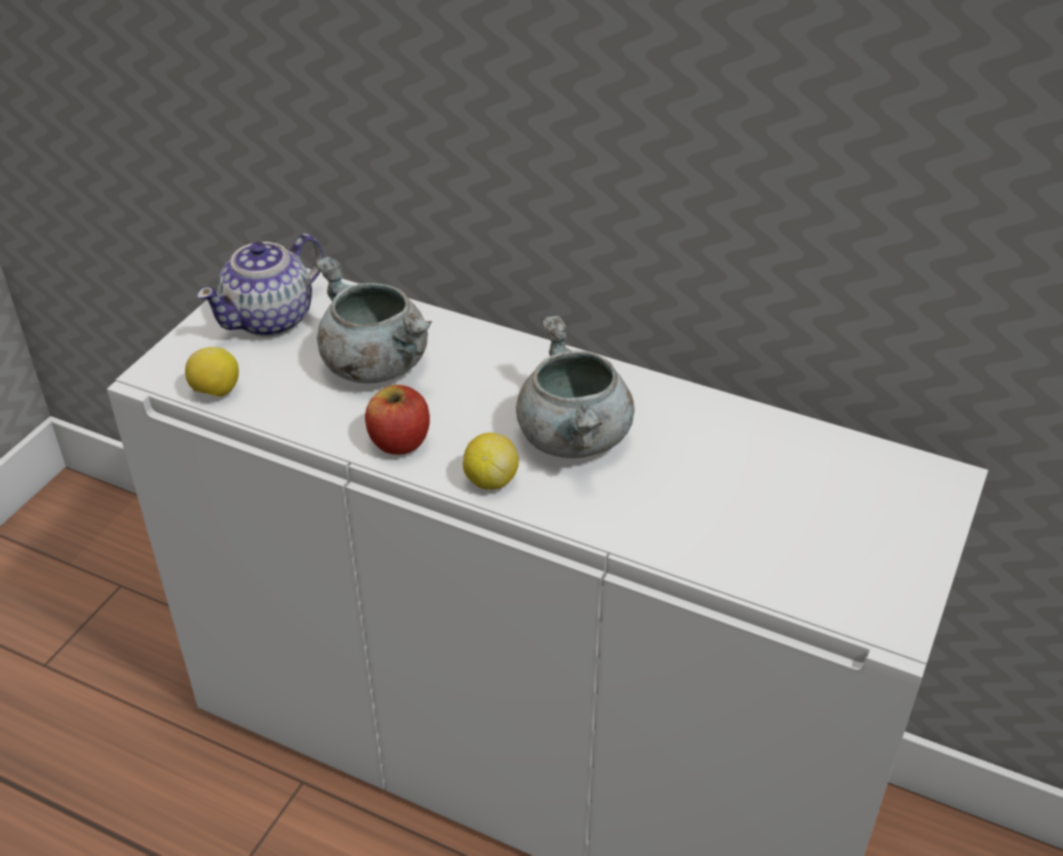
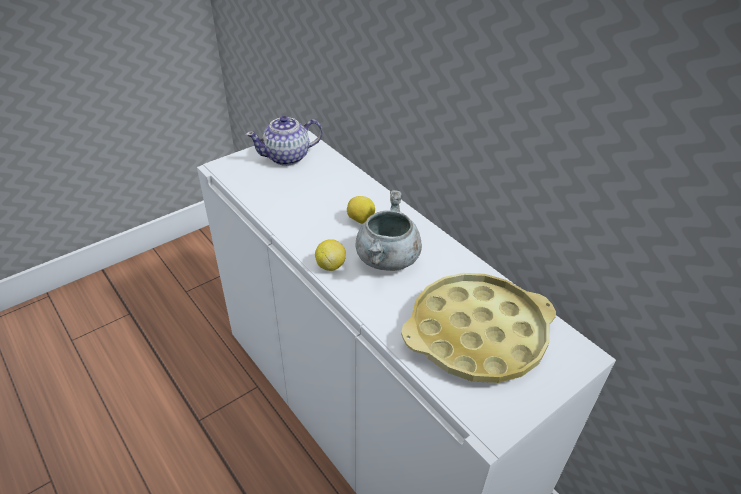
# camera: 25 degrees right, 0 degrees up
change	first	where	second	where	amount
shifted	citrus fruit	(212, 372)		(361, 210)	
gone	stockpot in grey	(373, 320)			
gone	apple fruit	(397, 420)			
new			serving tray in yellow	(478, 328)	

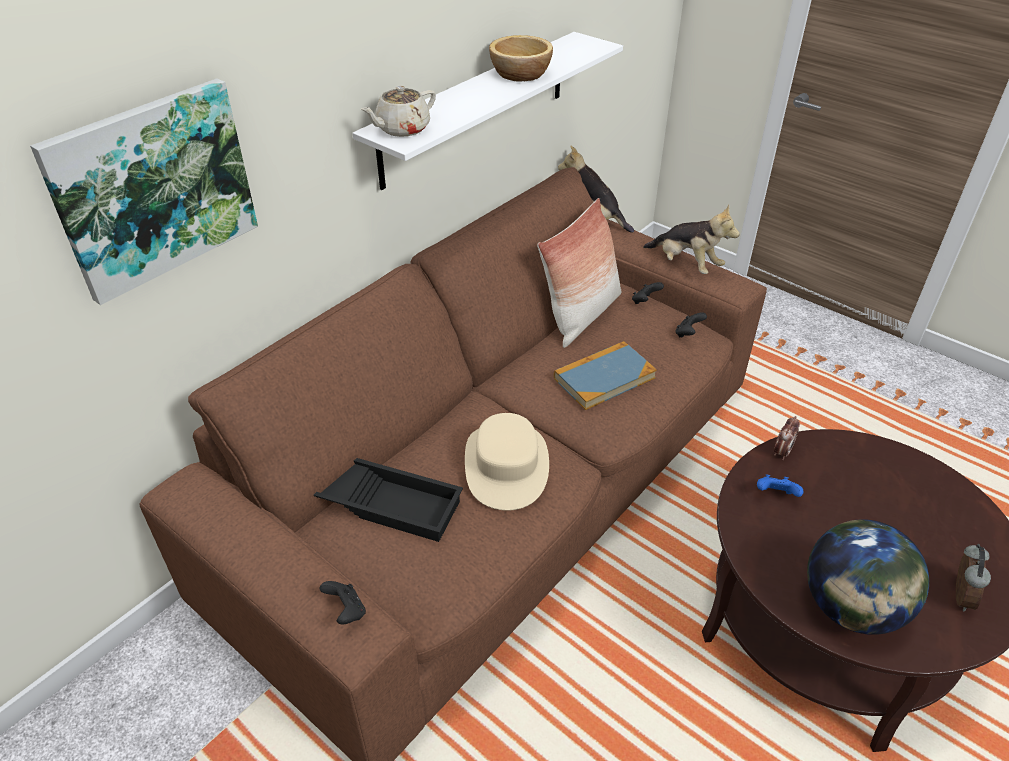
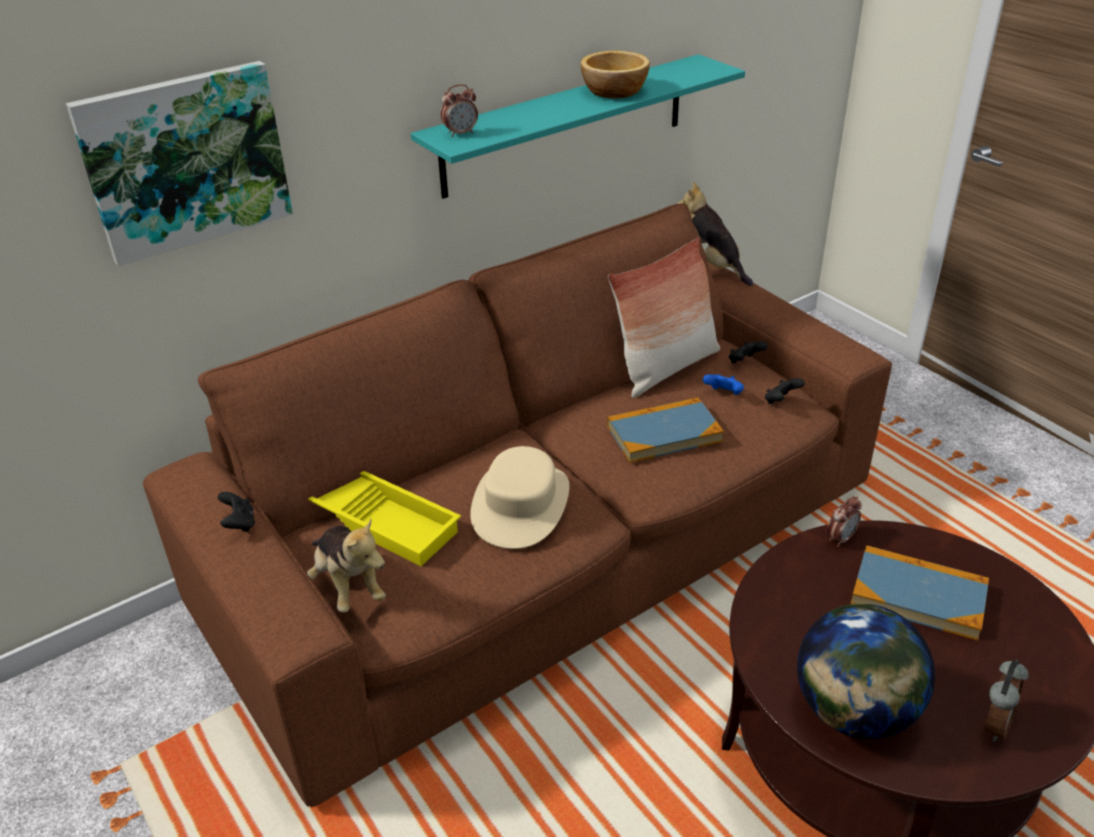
# camera: 15 degrees right, 5 degrees down
change	first	where	second	where	amount
repainted	serving tray in black-coloured	(388, 500)	serving tray in yellow	(384, 518)	
shifted	game controller in black-coloured	(343, 602)		(236, 512)	
repainted	bracket shelf in whitish	(487, 111)	bracket shelf in turquoise	(578, 126)	
swapped	pot for tea in sand-coloured	(398, 111)	alarm clock	(459, 110)	
shifted	plush toy	(691, 239)		(346, 565)	
shifted	game controller in bluish	(780, 486)		(723, 384)	
new			book	(920, 593)	

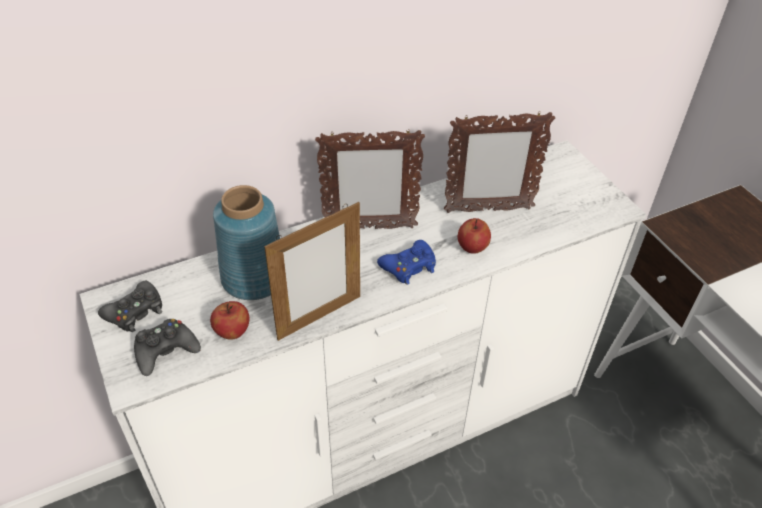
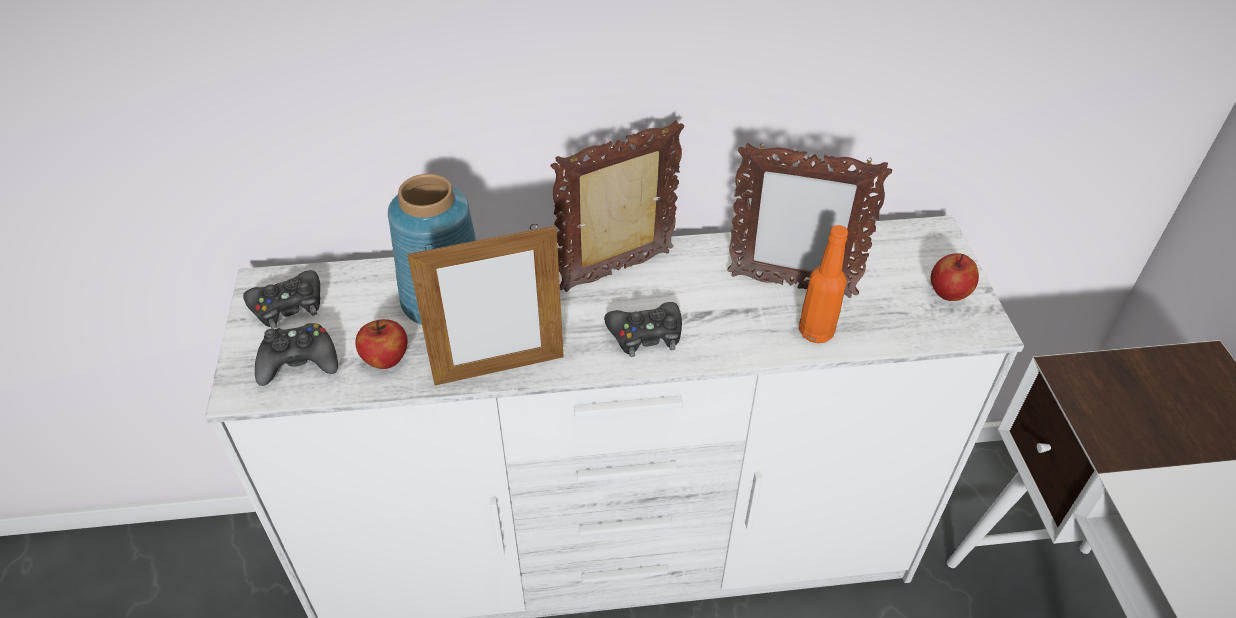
# camera: 20 degrees right, 0 degrees up
change	first	where	second	where	amount
rotated	picture frame	(370, 179)		(617, 206)	135 degrees clockwise
repainted	game controller in bluish	(406, 262)	game controller in black-coloured	(643, 329)	
shifted	apple fruit	(474, 236)		(955, 277)	
new			drink bottle in orange	(823, 284)	

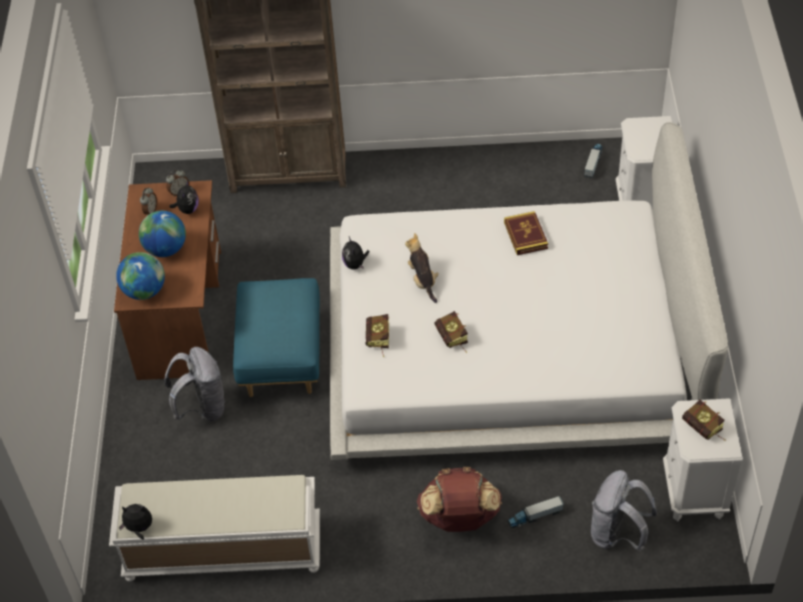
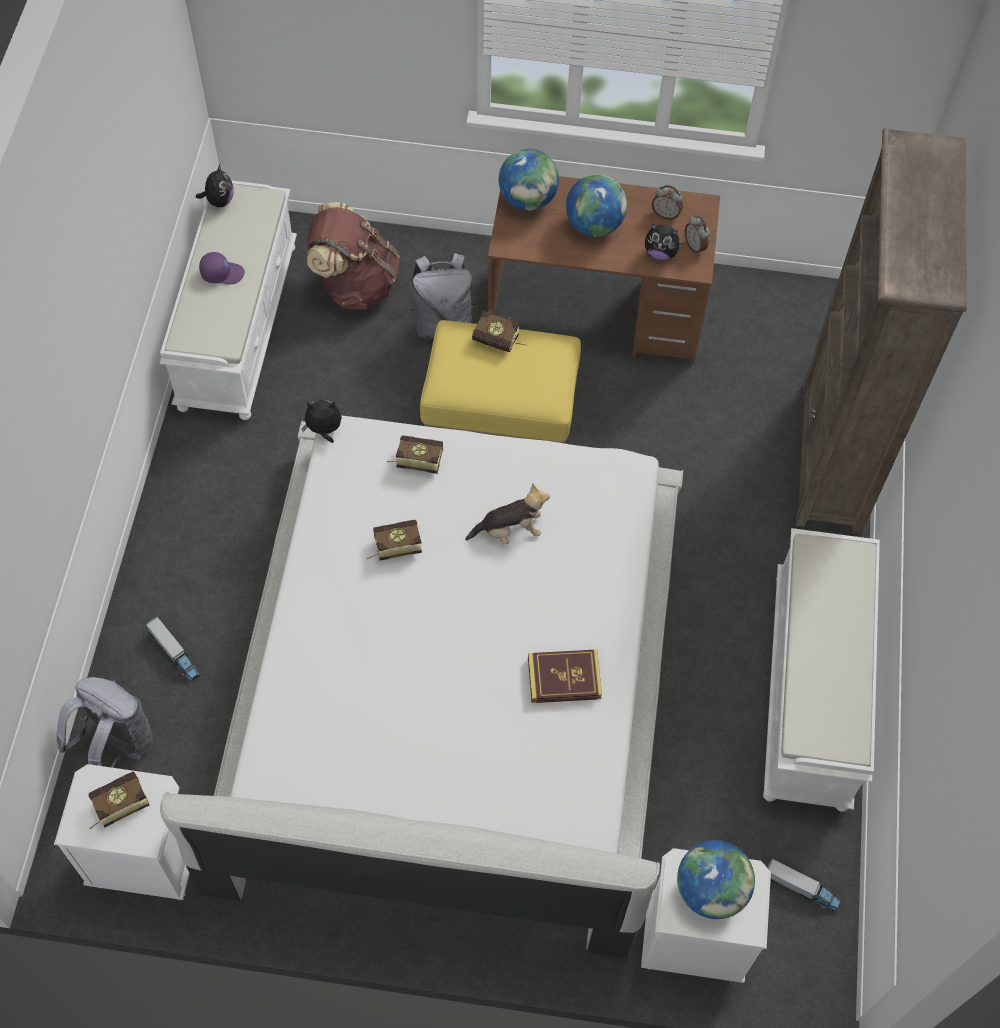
# camera: 95 degrees right, 10 degrees up
change	first	where	second	where	amount
repainted	ottoman in bluish	(276, 337)	ottoman in yellow	(500, 381)	
shifted	plush toy	(355, 253)		(322, 421)	
shifted	backpack in brown-coloured	(459, 499)		(353, 256)	
rotated	toy lorry	(535, 512)		(173, 649)	150 degrees clockwise
new			cap in purple	(222, 268)	
new			book	(499, 331)	
new			world globe	(716, 879)	
new			indoor bench in whitish	(821, 670)	

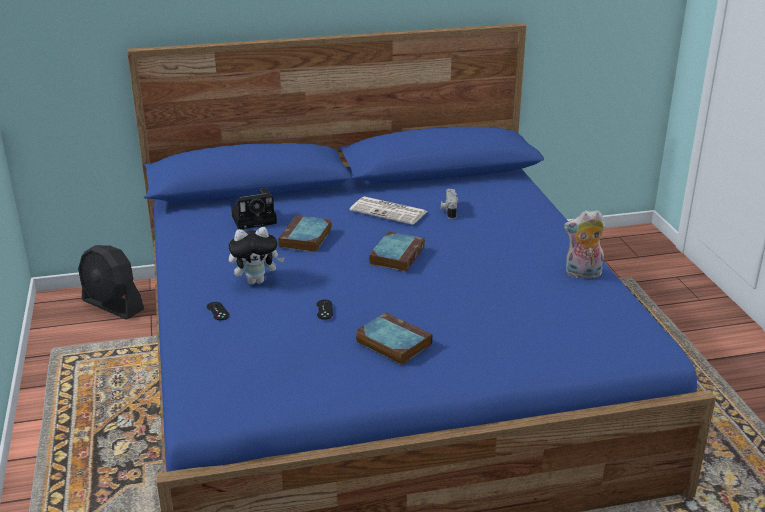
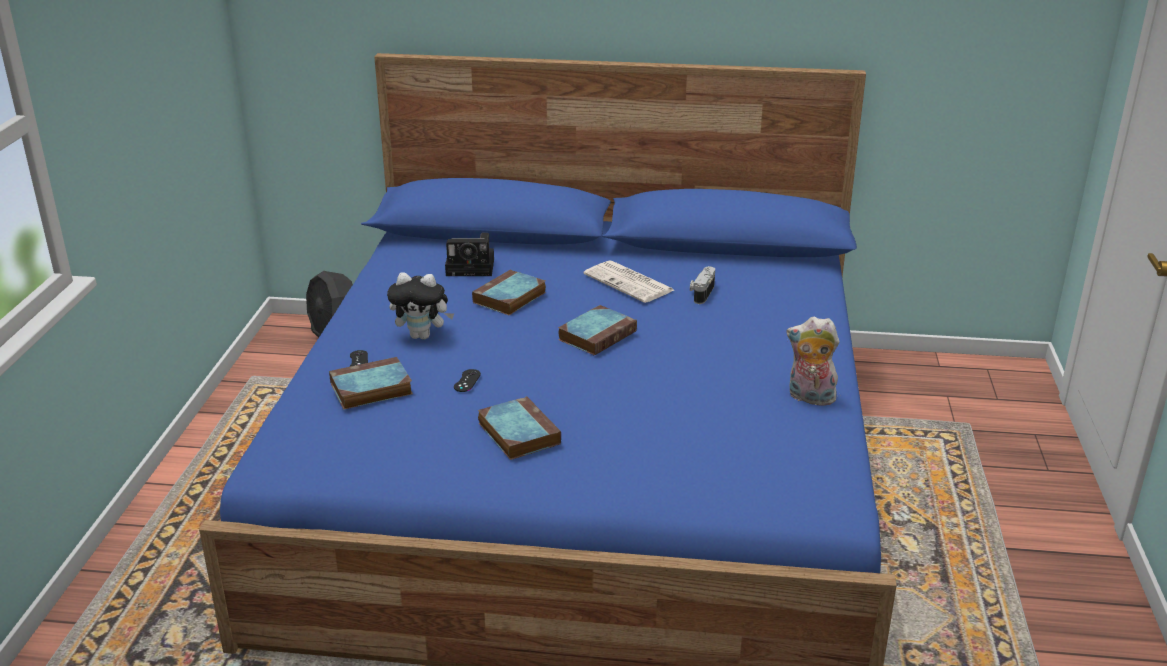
# camera: 20 degrees right, 0 degrees up
change	first	where	second	where	amount
new			book	(371, 383)	

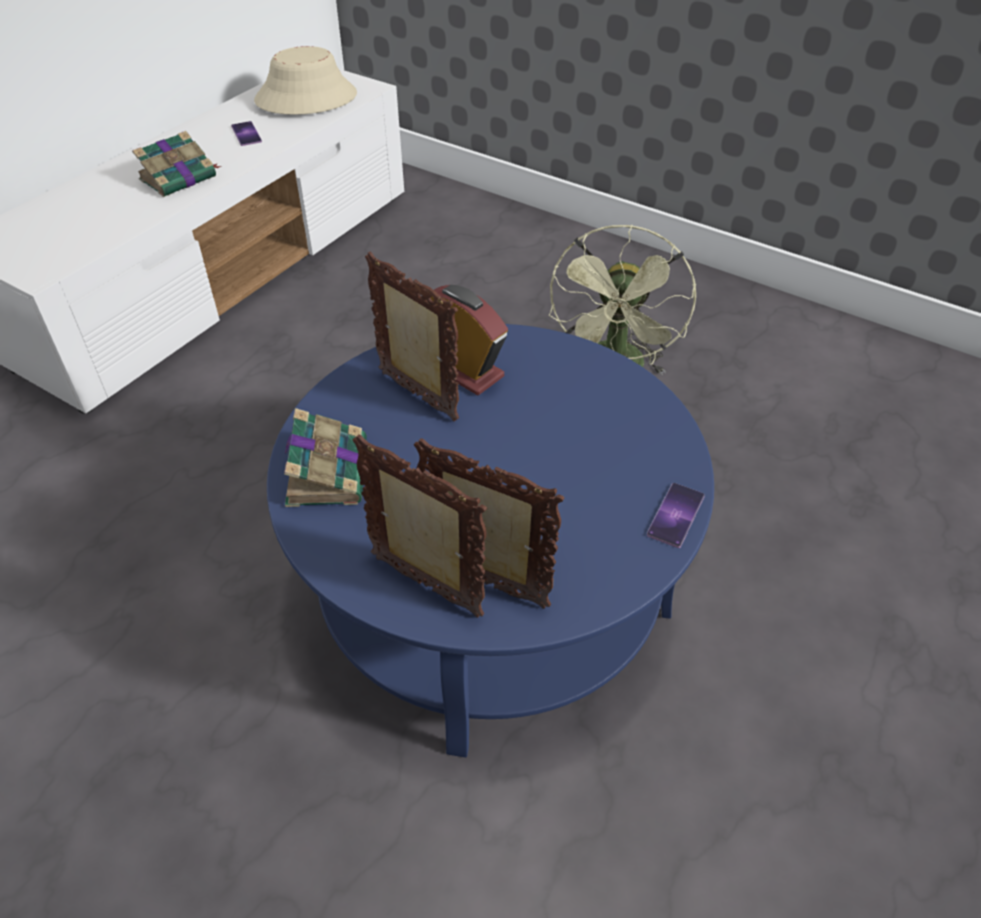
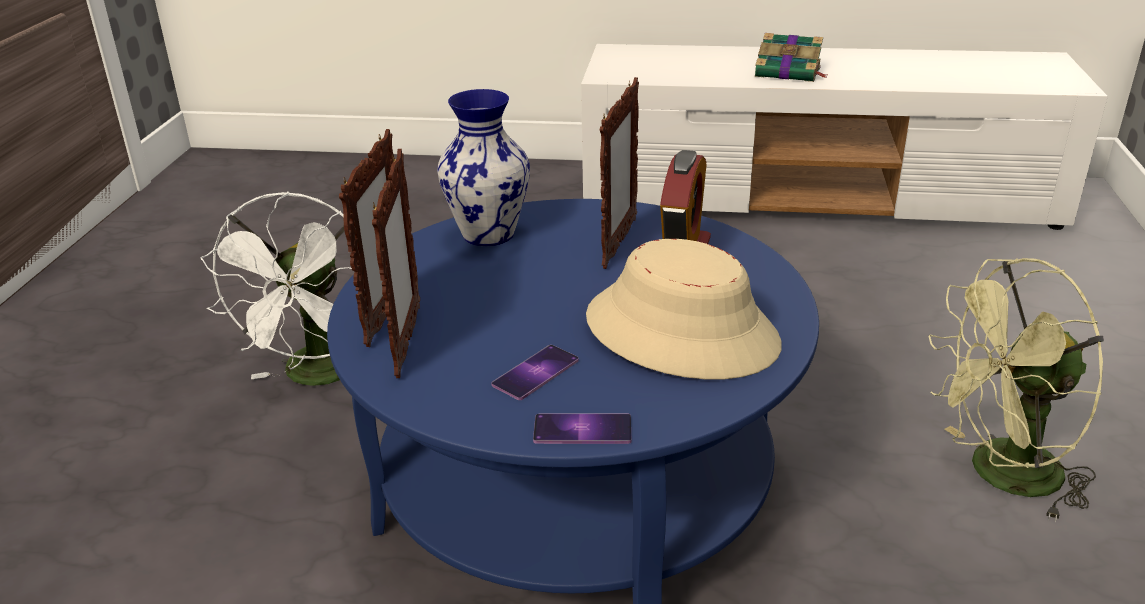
# camera: 65 degrees right, 15 degrees down
change	first	where	second	where	amount
shifted	handset	(246, 133)		(535, 372)	
shifted	wearable hat in sand-coloured	(305, 80)		(684, 309)	
swapped	book	(325, 457)	decorative vase	(483, 167)	
new			electric fan in whitish	(276, 288)	

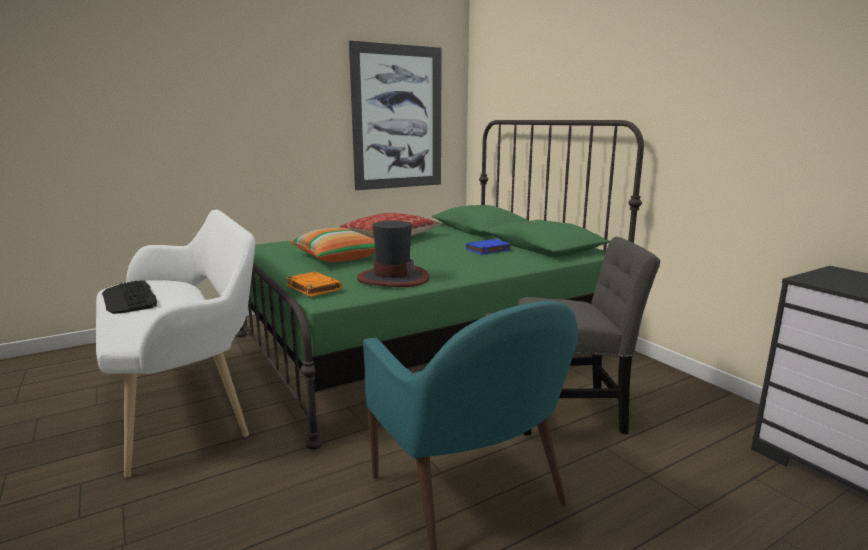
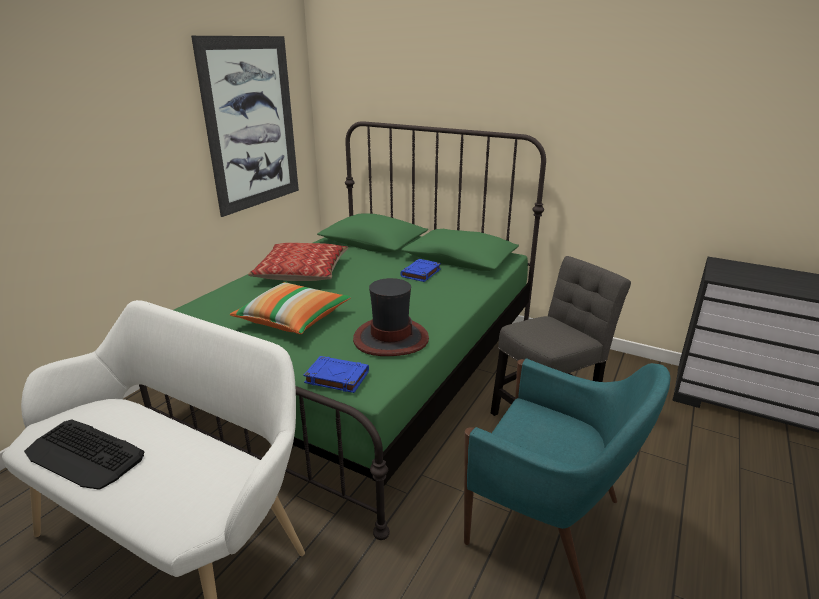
# camera: 30 degrees left, 10 degrees up
change	first	where	second	where	amount
repainted	book in orange	(314, 284)	book in bluish	(336, 374)	

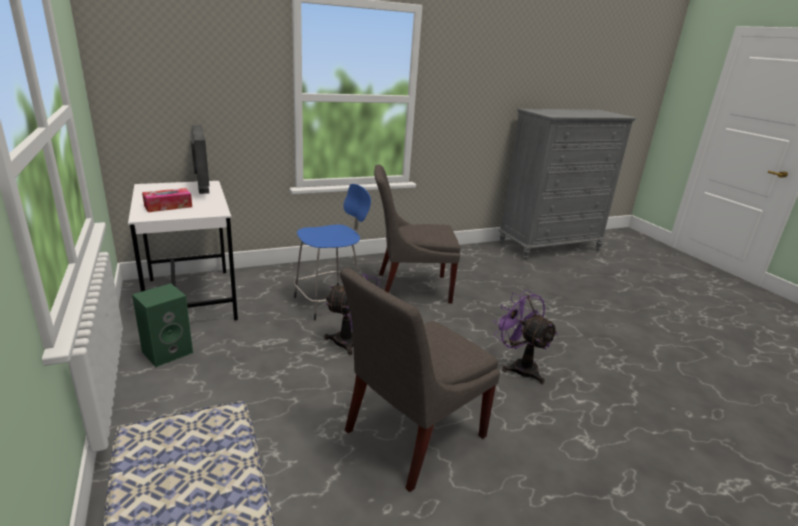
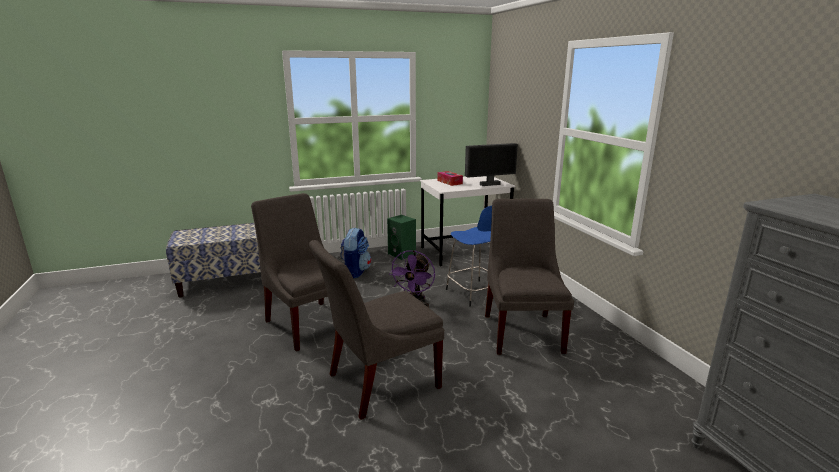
# camera: 95 degrees right, 5 degrees down
change	first	where	second	where	amount
swapped	electric fan in purple	(525, 337)	plain chair in grey	(376, 330)	
new			backpack	(355, 252)	

